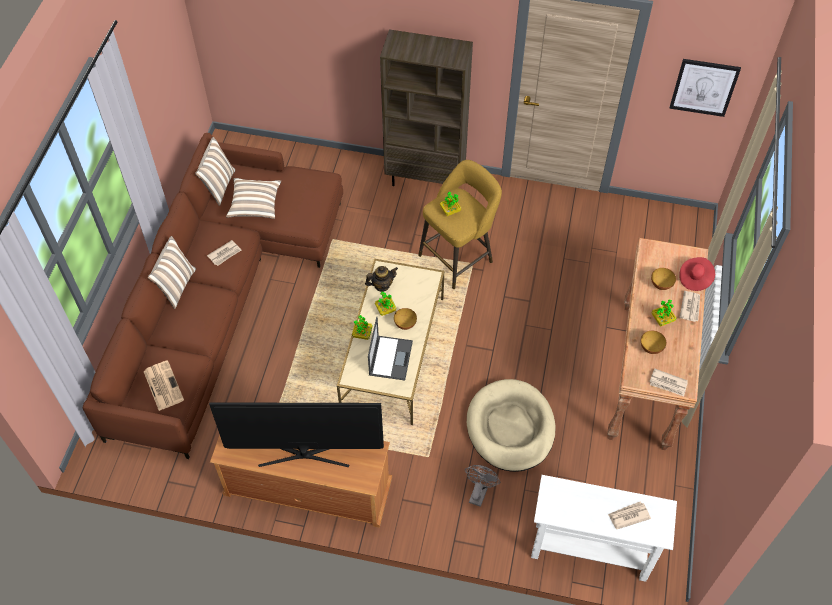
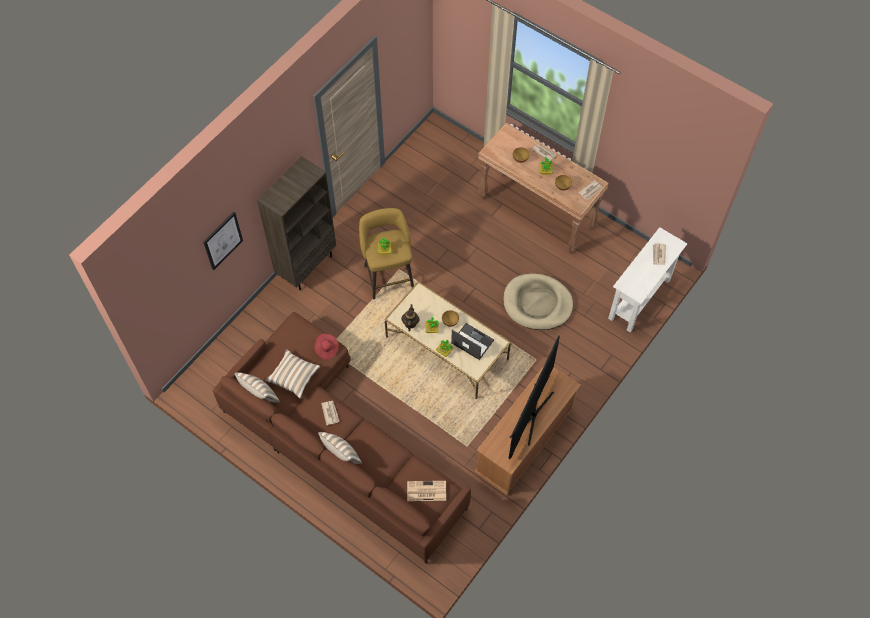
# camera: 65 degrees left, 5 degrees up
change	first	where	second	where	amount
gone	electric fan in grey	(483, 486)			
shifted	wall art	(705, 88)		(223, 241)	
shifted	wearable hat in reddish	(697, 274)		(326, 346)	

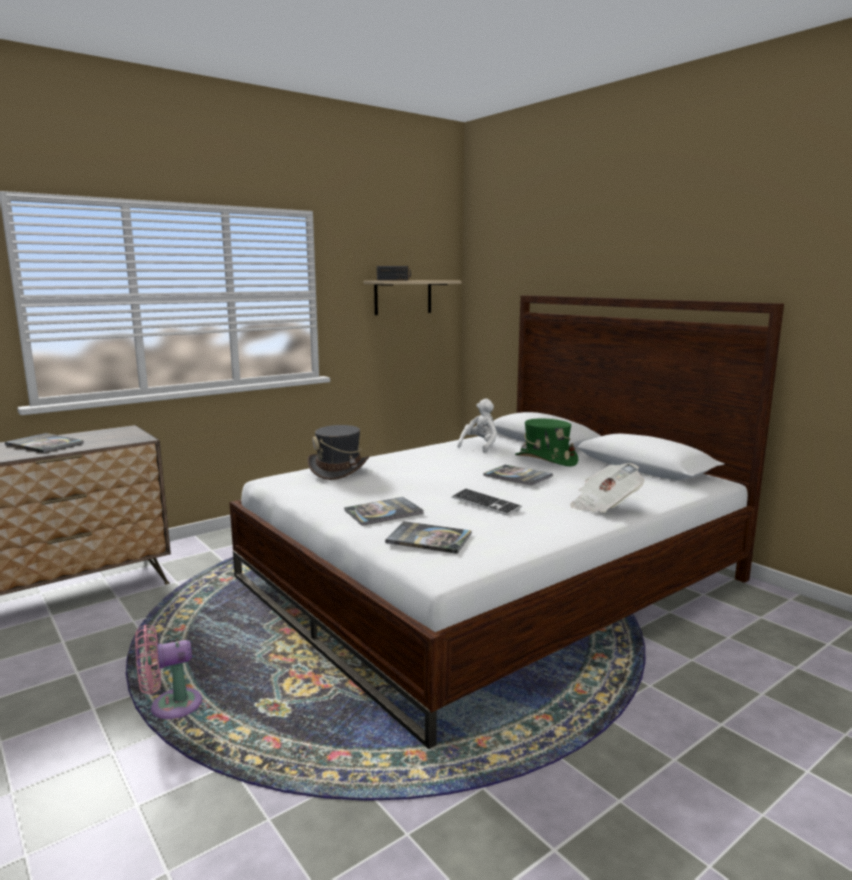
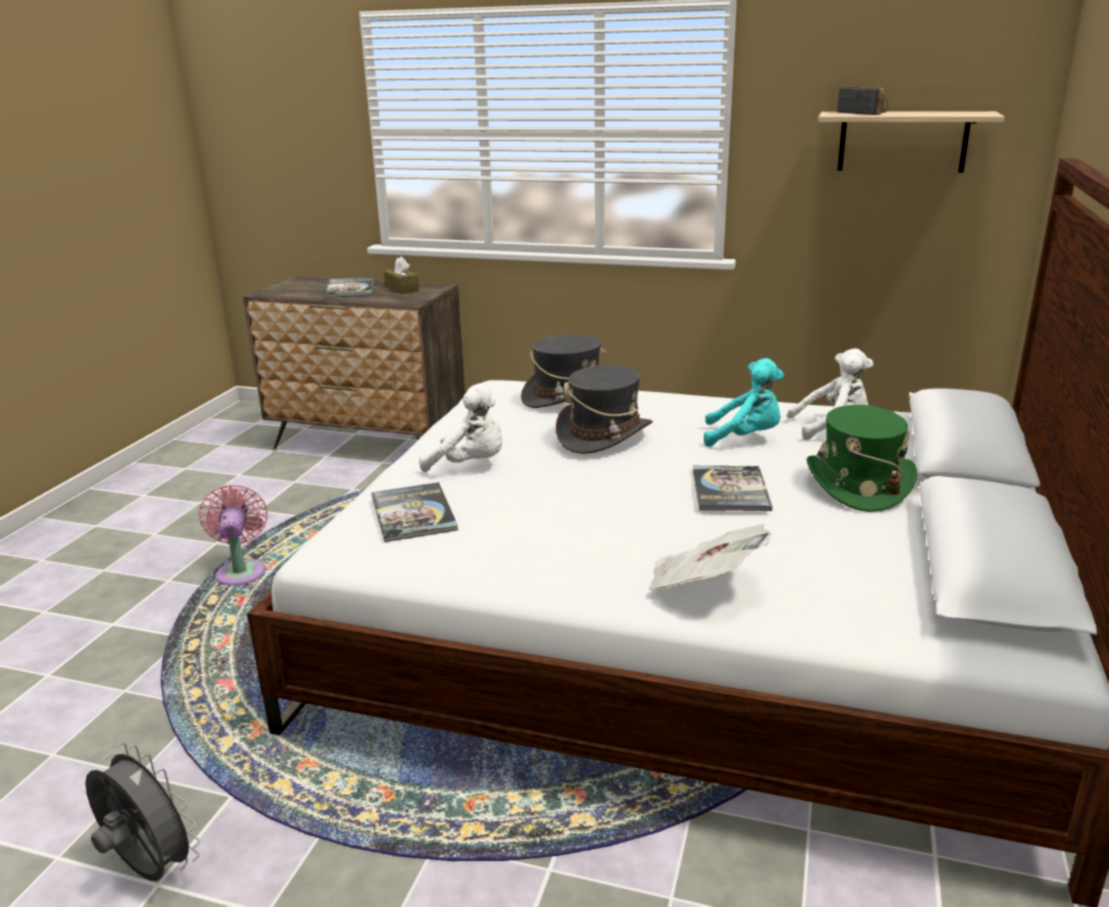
# camera: 55 degrees right, 10 degrees up
change	first	where	second	where	amount
rotated	electric fan in pink-coloured	(168, 672)		(233, 535)	45 degrees clockwise
swapped	book	(384, 511)	plush toy in whitish	(460, 427)	
gone	keyboard	(487, 502)			
new			electric fan in grey	(142, 812)	
new			tissue holder in brown-coloured	(401, 275)	
new			wearable hat in grey	(604, 409)	
new			plush toy in turquoise	(744, 402)	

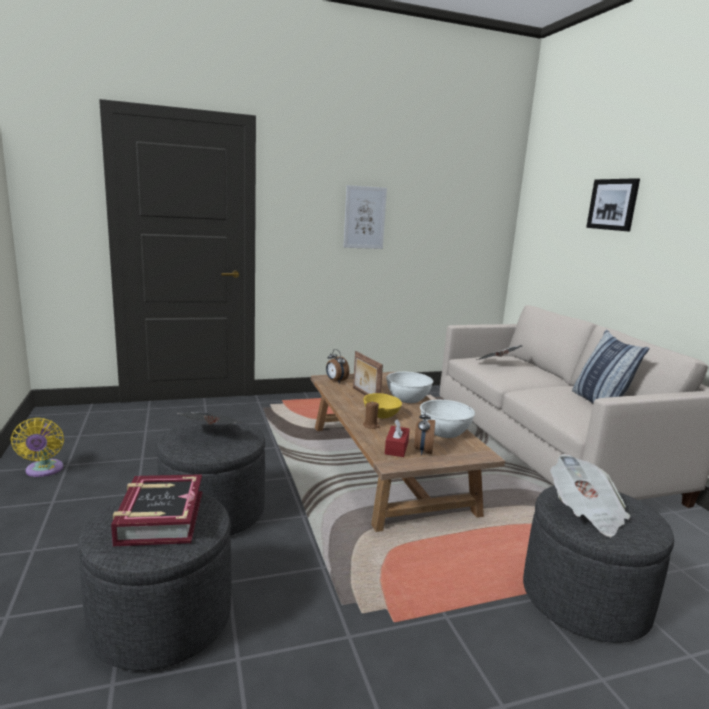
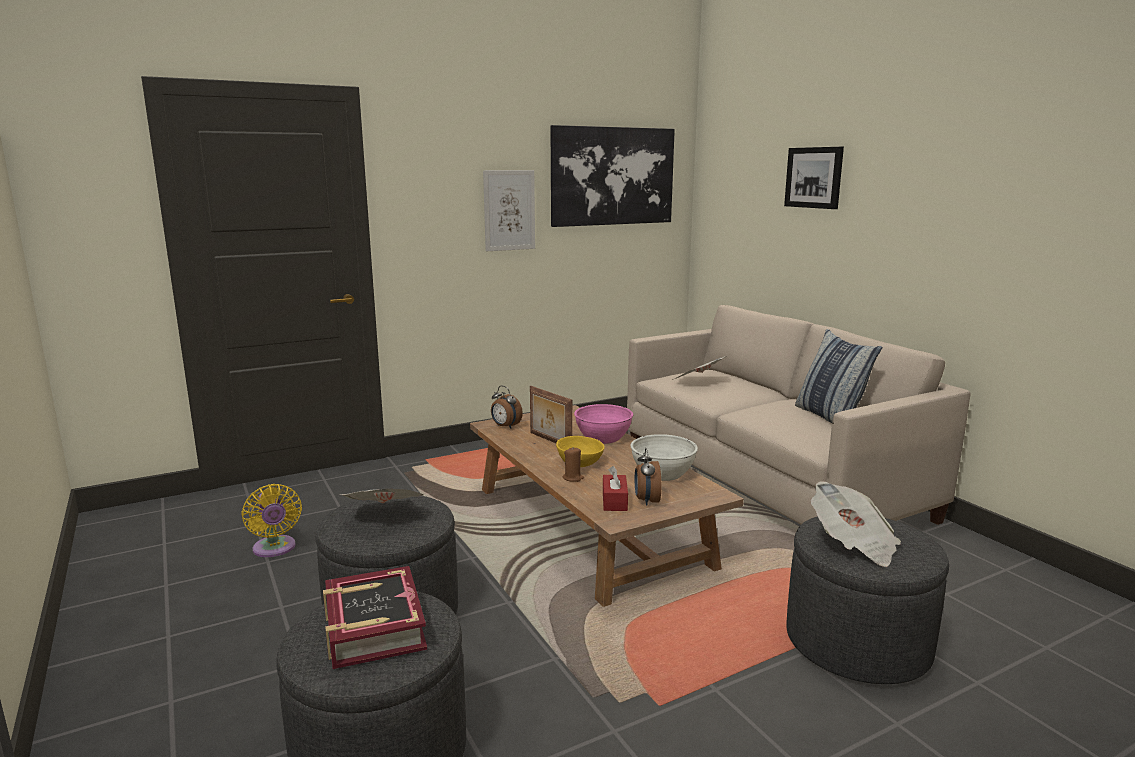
# camera: 10 degrees left, 0 degrees up
change	first	where	second	where	amount
shifted	electric fan in yellow	(37, 447)		(271, 520)	
repainted	deep dish in whitish	(409, 387)	deep dish in pink-coloured	(603, 424)	
new			wall art	(612, 176)	

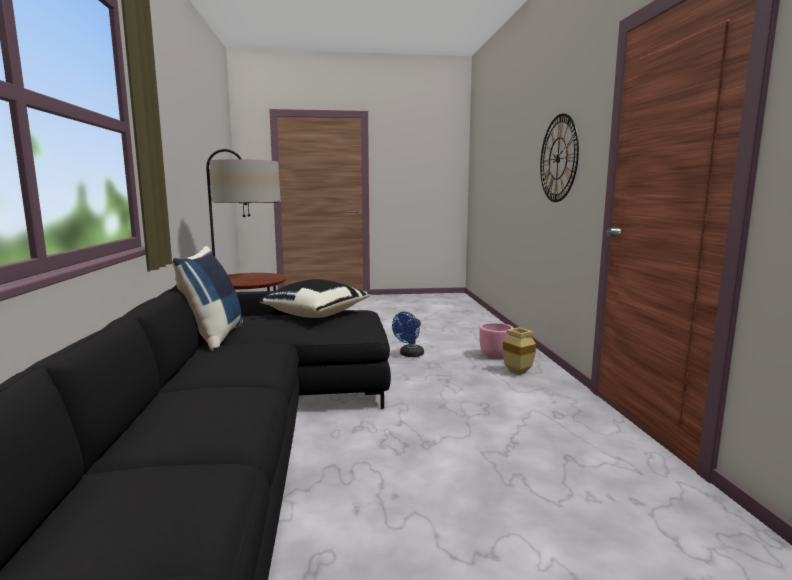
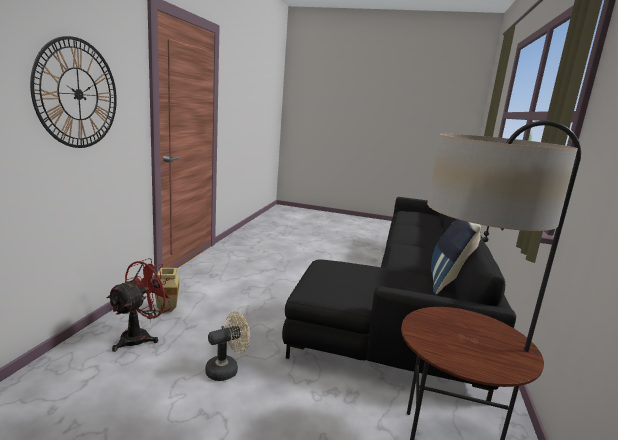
# camera: 160 degrees left, 5 degrees up
change	first	where	second	where	amount
gone	pillow in black-coloured	(314, 298)			
repainted	electric fan in bluish	(408, 334)	electric fan in sand-coloured	(227, 346)	
swapped	flower pot in pink-coloured	(496, 341)	electric fan in reddish	(141, 305)	

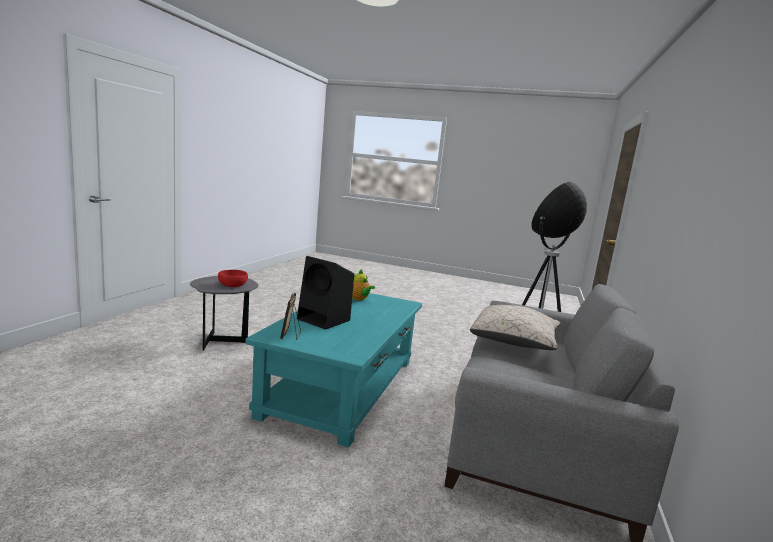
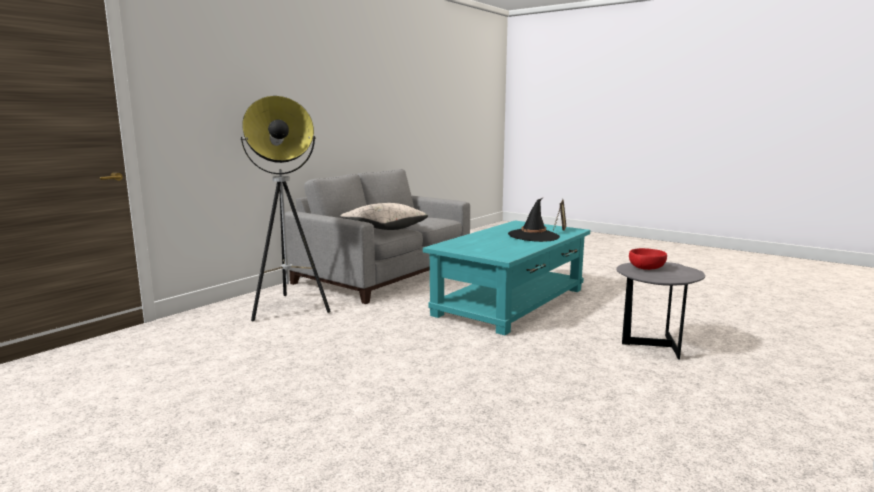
# camera: 160 degrees left, 0 degrees up
change	first	where	second	where	amount
swapped	audio speaker in black-coloured	(325, 293)	wearable hat in black-coloured	(534, 220)	
gone	pot for tea	(363, 285)			

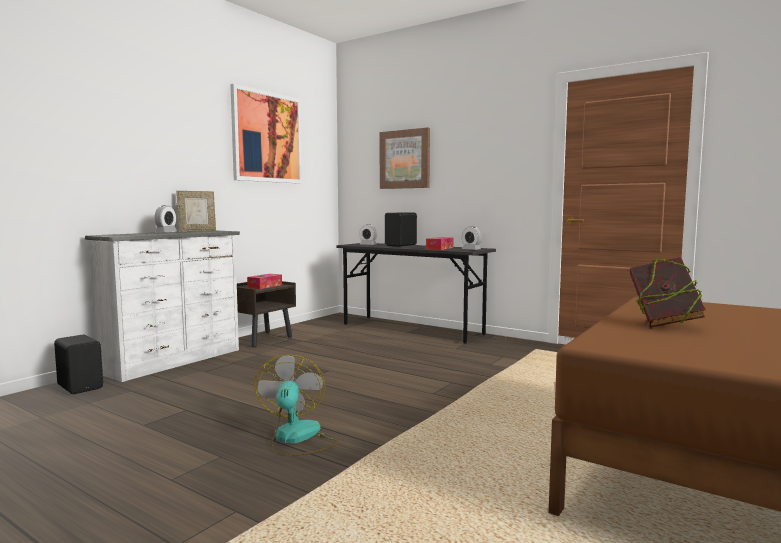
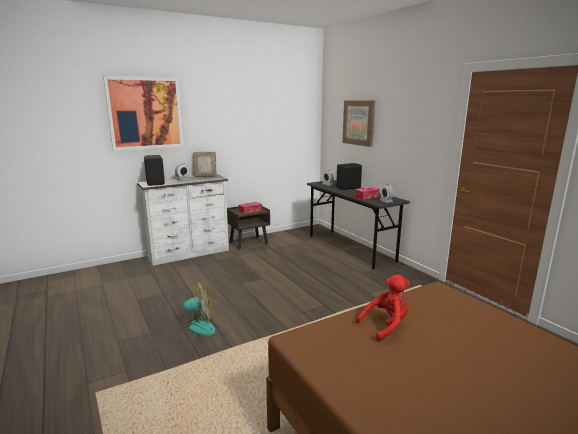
# camera: 25 degrees right, 10 degrees up
change	first	where	second	where	amount
shifted	audio speaker in black-coloured	(78, 364)		(154, 170)	
shifted	wall art	(266, 134)		(143, 113)	
rotated	electric fan	(296, 405)		(194, 313)	60 degrees clockwise
swapped	book	(668, 292)	plush toy in reddish	(383, 308)	

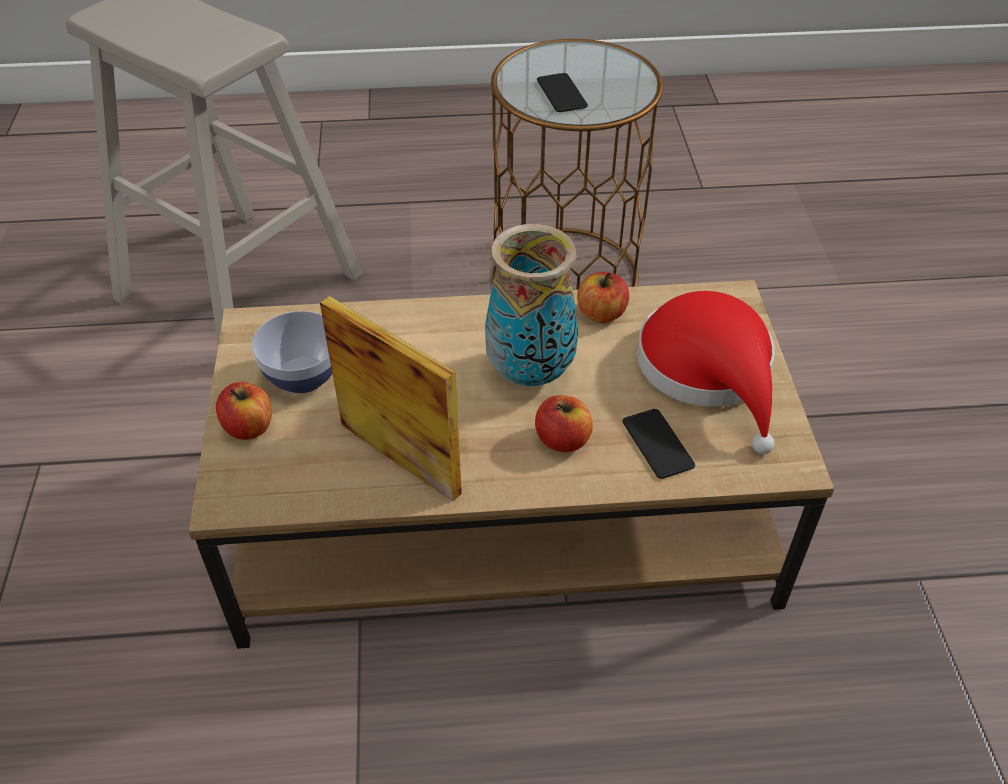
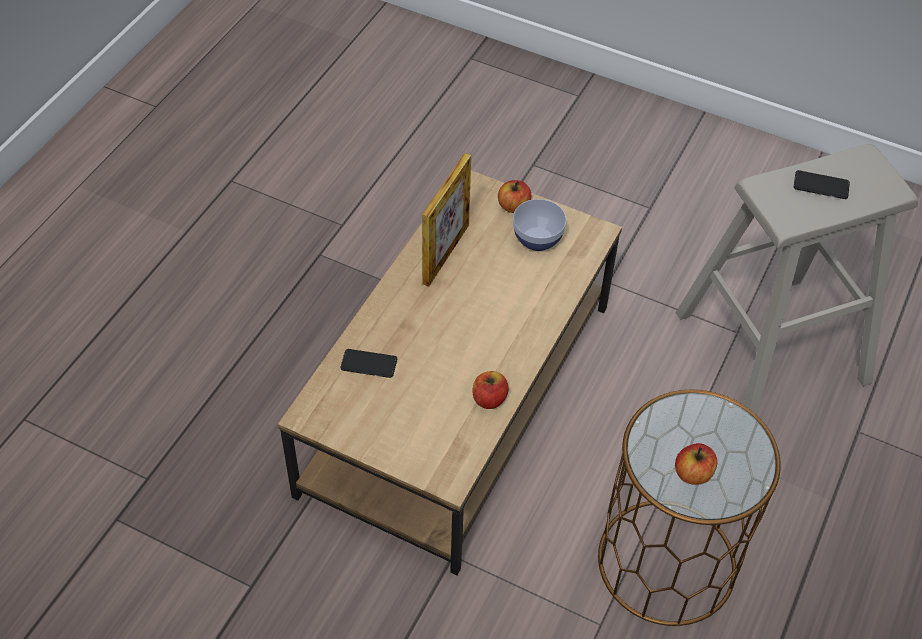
# camera: 120 degrees right, 5 degrees up
change	first	where	second	where	amount
rotated	picture frame	(391, 398)		(446, 220)	45 degrees counterclockwise
gone	decorative vase	(531, 305)			
shifted	apple fruit	(564, 423)		(696, 464)	
shifted	handset	(562, 92)		(822, 184)	
gone	wearable hat in reddish	(706, 372)			

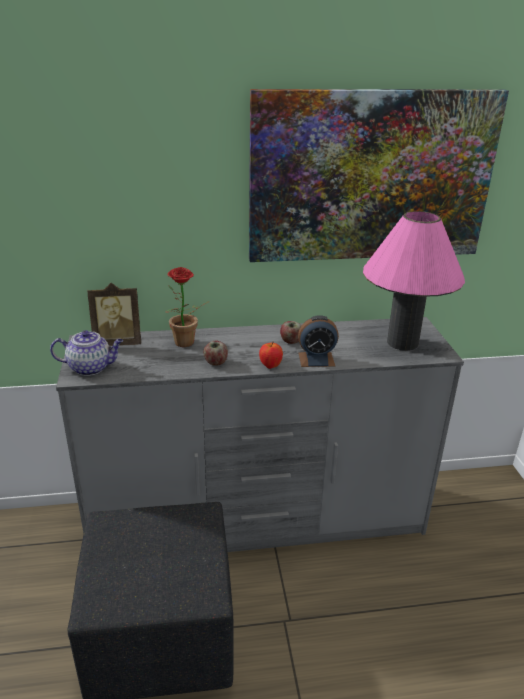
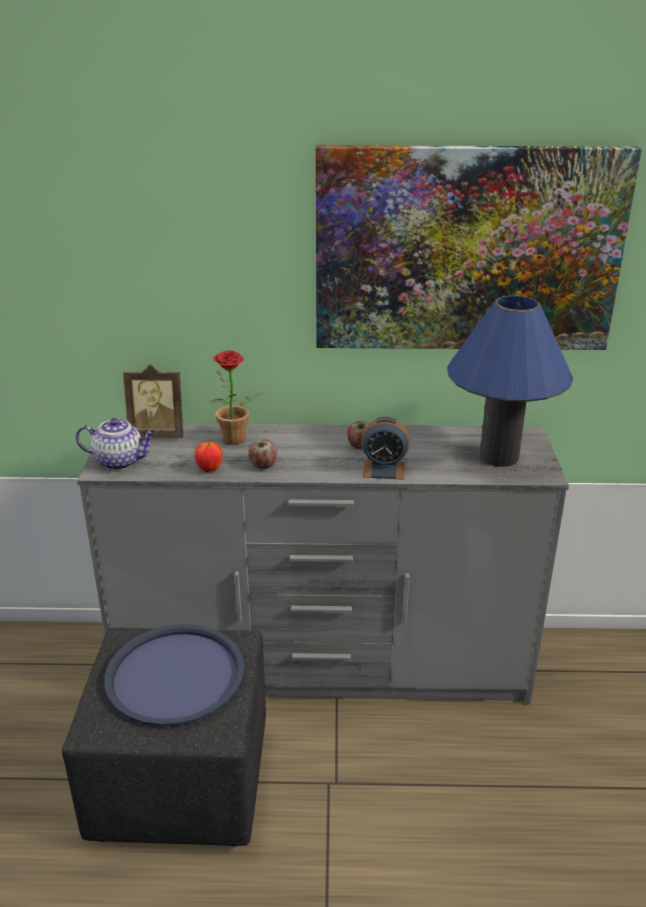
# camera: 10 degrees right, 0 degrees up
change	first	where	second	where	amount
shifted	apple fruit	(271, 355)		(209, 456)	
repainted	tabletop lamp in pink-coloured	(414, 281)	tabletop lamp in bluish	(510, 381)	
new			serving tray in bluish	(174, 675)	

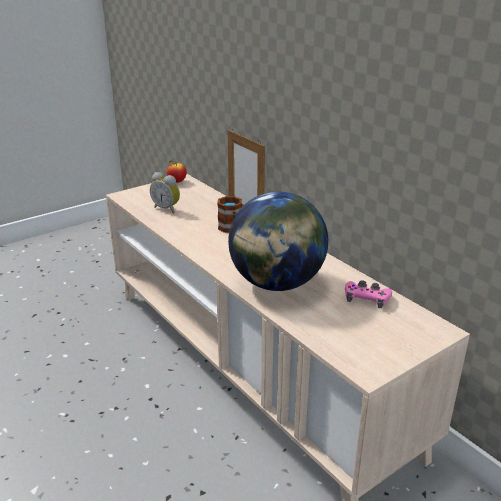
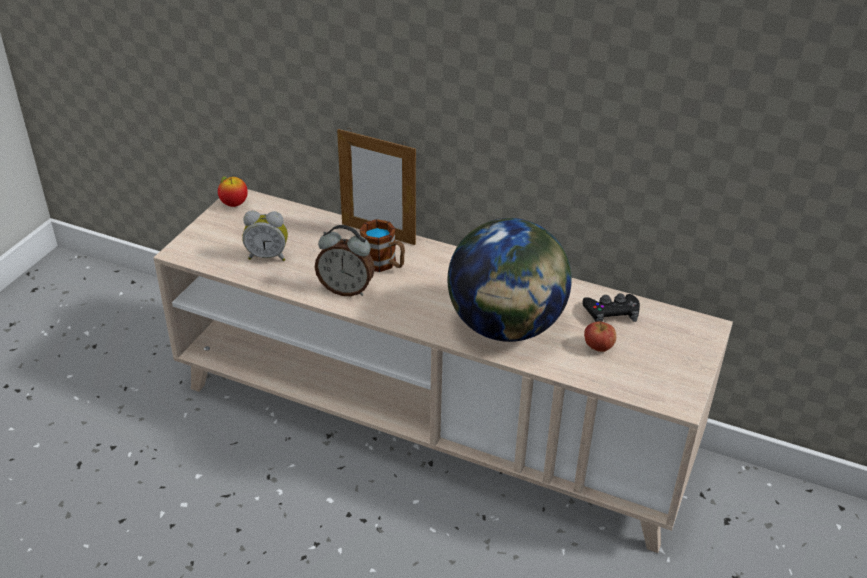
# camera: 30 degrees left, 10 degrees up
change	first	where	second	where	amount
repainted	game controller in pink-coloured	(368, 294)	game controller in black-coloured	(611, 307)	
new			alarm clock	(345, 260)	
new			apple fruit	(600, 336)	

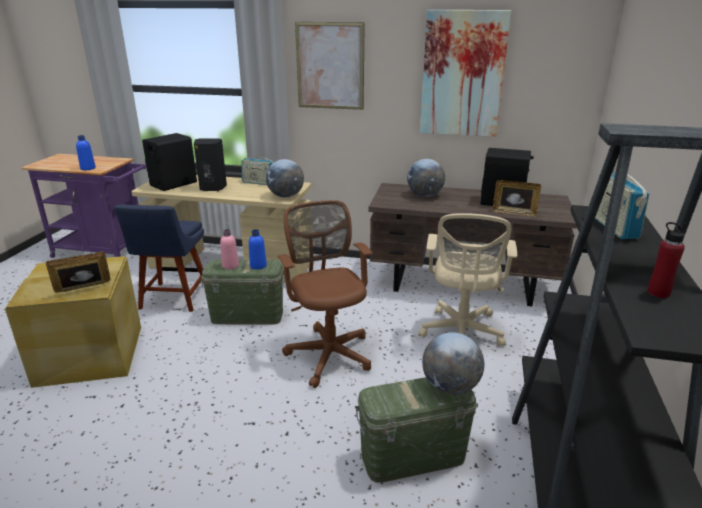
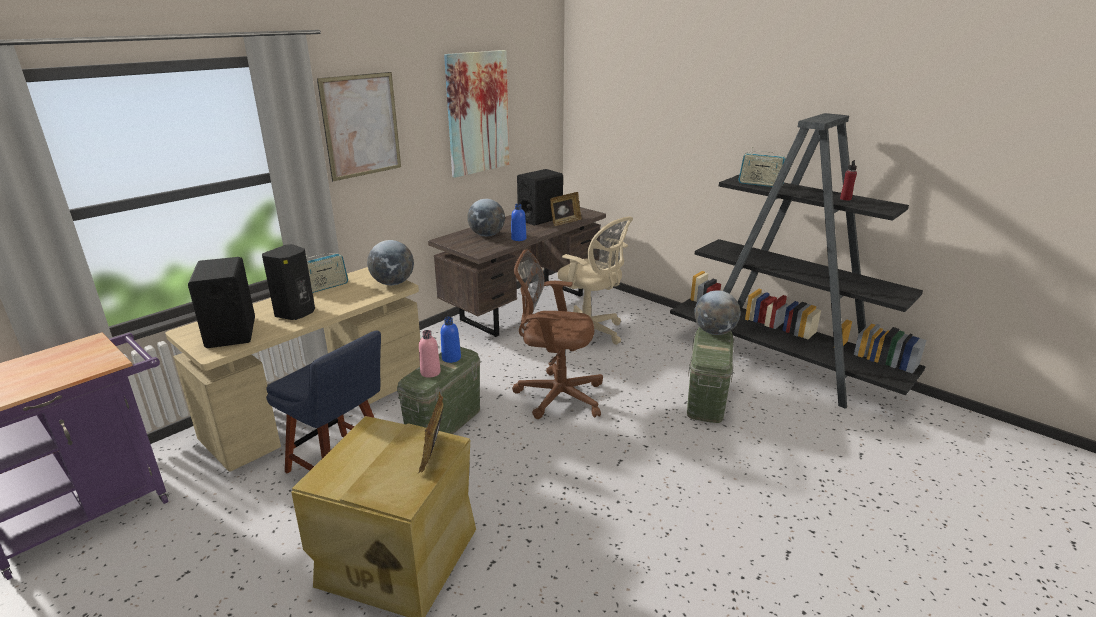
# camera: 60 degrees left, 0 degrees up
change	first	where	second	where	amount
shifted	drink bottle in bluish	(86, 152)		(518, 222)	

